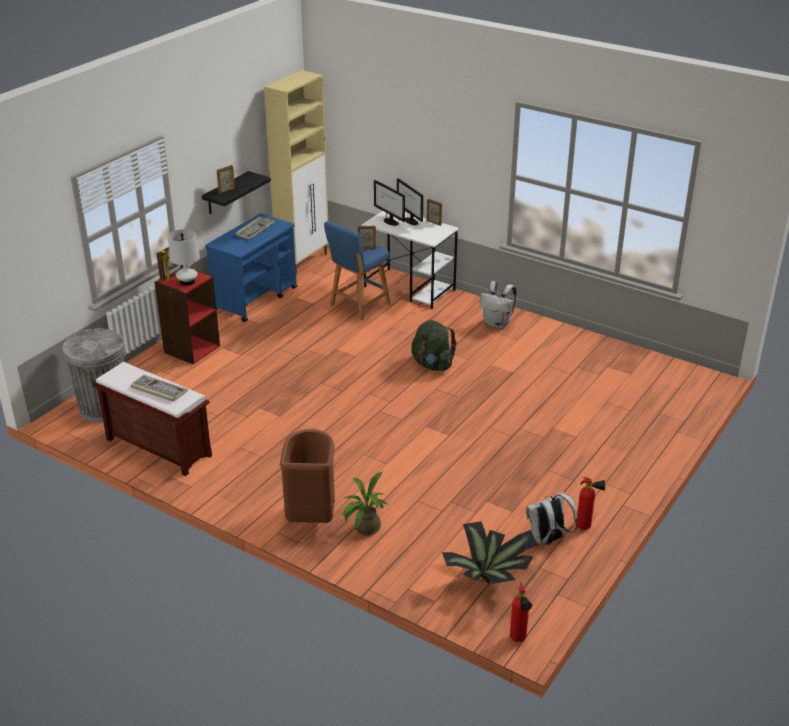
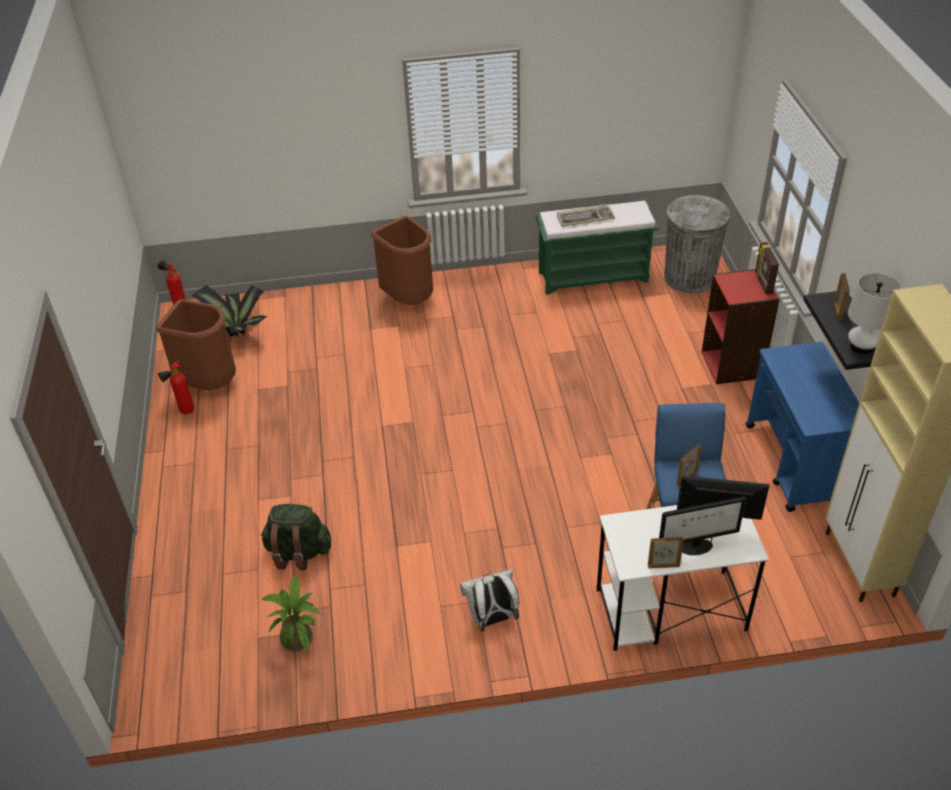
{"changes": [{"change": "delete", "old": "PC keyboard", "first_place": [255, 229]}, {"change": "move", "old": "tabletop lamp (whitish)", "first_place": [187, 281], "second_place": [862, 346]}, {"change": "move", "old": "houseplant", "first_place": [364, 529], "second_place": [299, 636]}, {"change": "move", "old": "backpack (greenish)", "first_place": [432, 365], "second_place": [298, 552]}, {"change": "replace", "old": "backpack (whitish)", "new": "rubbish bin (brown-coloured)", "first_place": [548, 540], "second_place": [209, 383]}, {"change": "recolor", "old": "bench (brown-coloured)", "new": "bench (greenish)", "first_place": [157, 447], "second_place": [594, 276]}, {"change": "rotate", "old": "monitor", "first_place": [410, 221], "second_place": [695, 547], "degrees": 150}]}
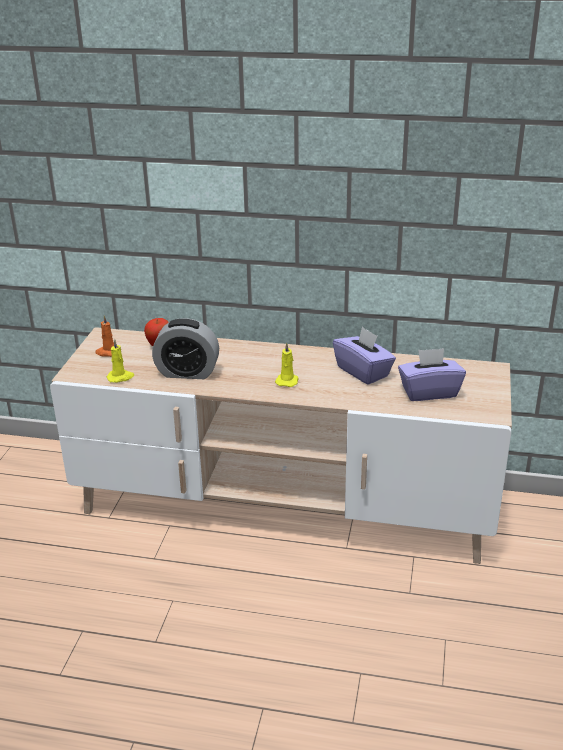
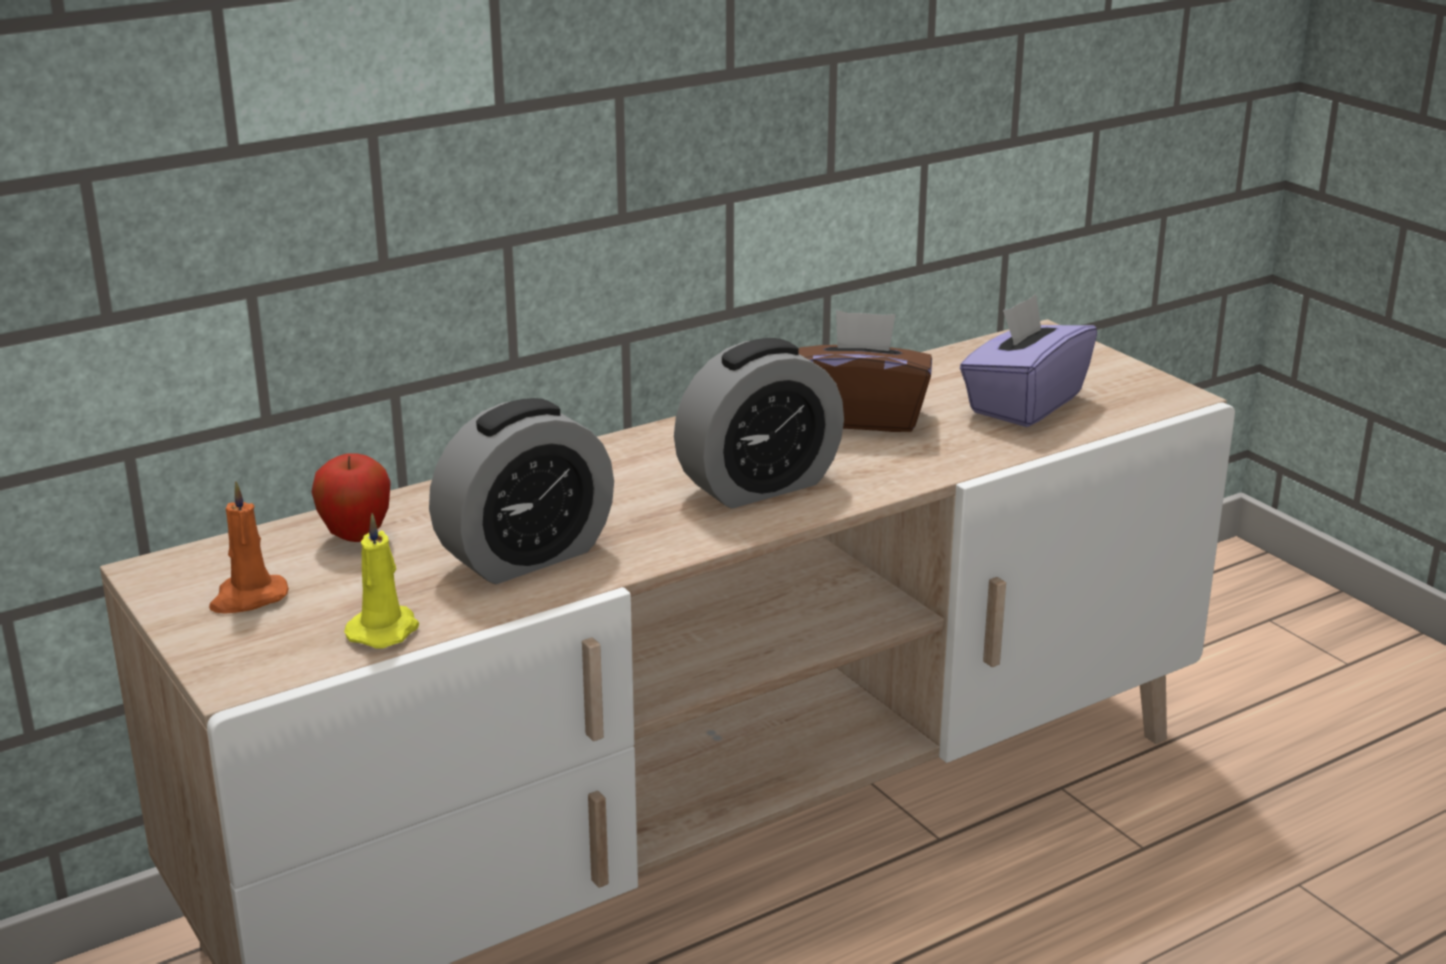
{"changes": [{"change": "replace", "old": "wax candle (yellowish)", "new": "alarm clock", "first_place": [287, 381], "second_place": [759, 485]}, {"change": "recolor", "old": "tissue holder (purple-coloured)", "new": "tissue holder (brown-coloured)", "first_place": [363, 371], "second_place": [860, 417]}]}
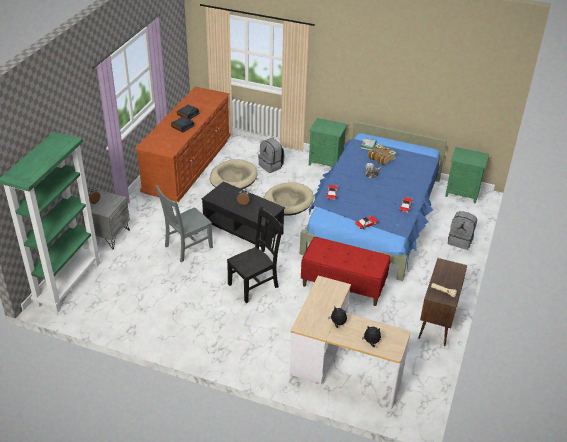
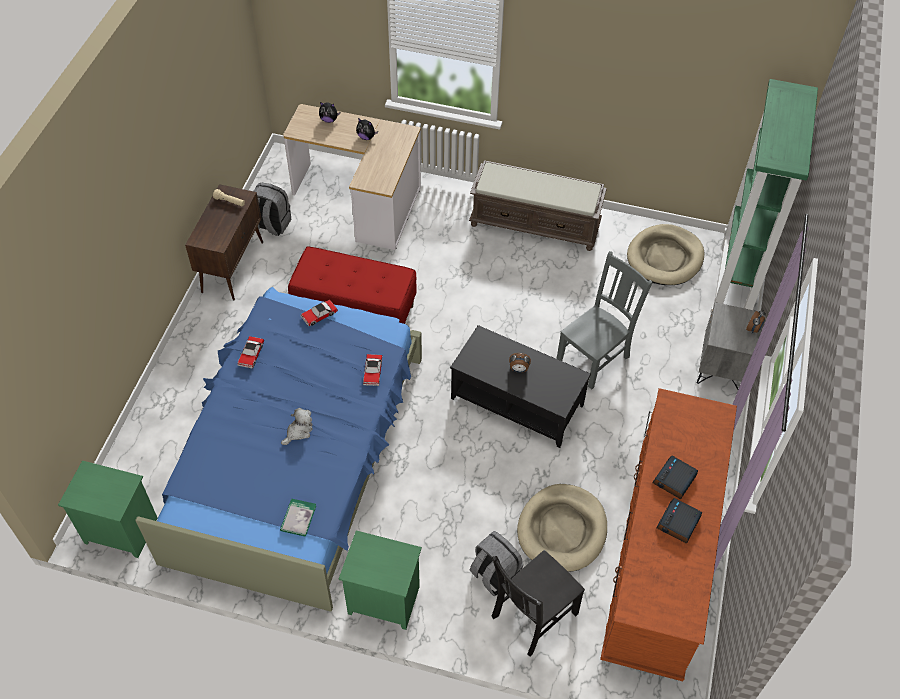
{"changes": [{"change": "delete", "old": "book", "first_place": [381, 158]}, {"change": "insert", "new": "bench (brown-coloured)", "second_place": [535, 224]}, {"change": "move", "old": "chair (blackish)", "first_place": [254, 285], "second_place": [532, 616]}, {"change": "move", "old": "pet bed (beige)", "first_place": [287, 201], "second_place": [665, 257]}, {"change": "move", "old": "backpack (grey)", "first_place": [460, 241], "second_place": [271, 225]}]}
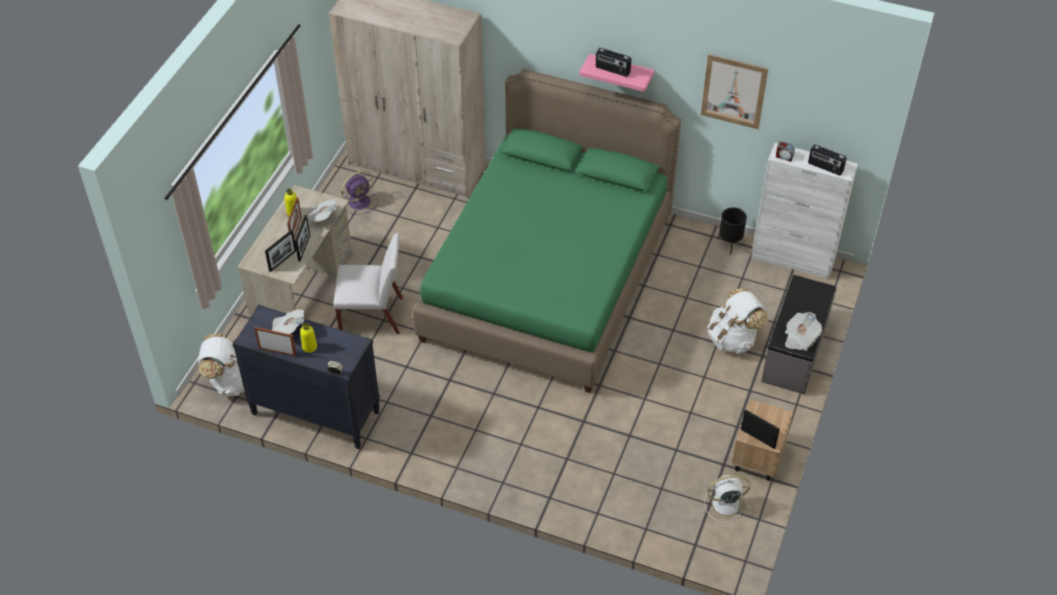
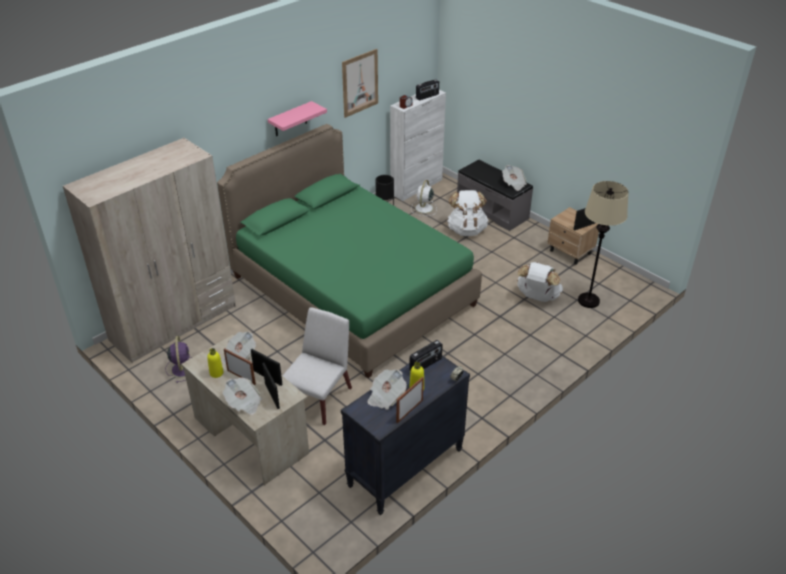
{"changes": [{"change": "insert", "new": "newspaper", "second_place": [244, 403]}, {"change": "insert", "new": "floor lamp (beige)", "second_place": [588, 301]}, {"change": "move", "old": "backpack (whitish)", "first_place": [231, 381], "second_place": [537, 297]}, {"change": "move", "old": "radio receiver", "first_place": [612, 70], "second_place": [426, 365]}, {"change": "move", "old": "electric fan (whitish)", "first_place": [724, 504], "second_place": [423, 208]}]}
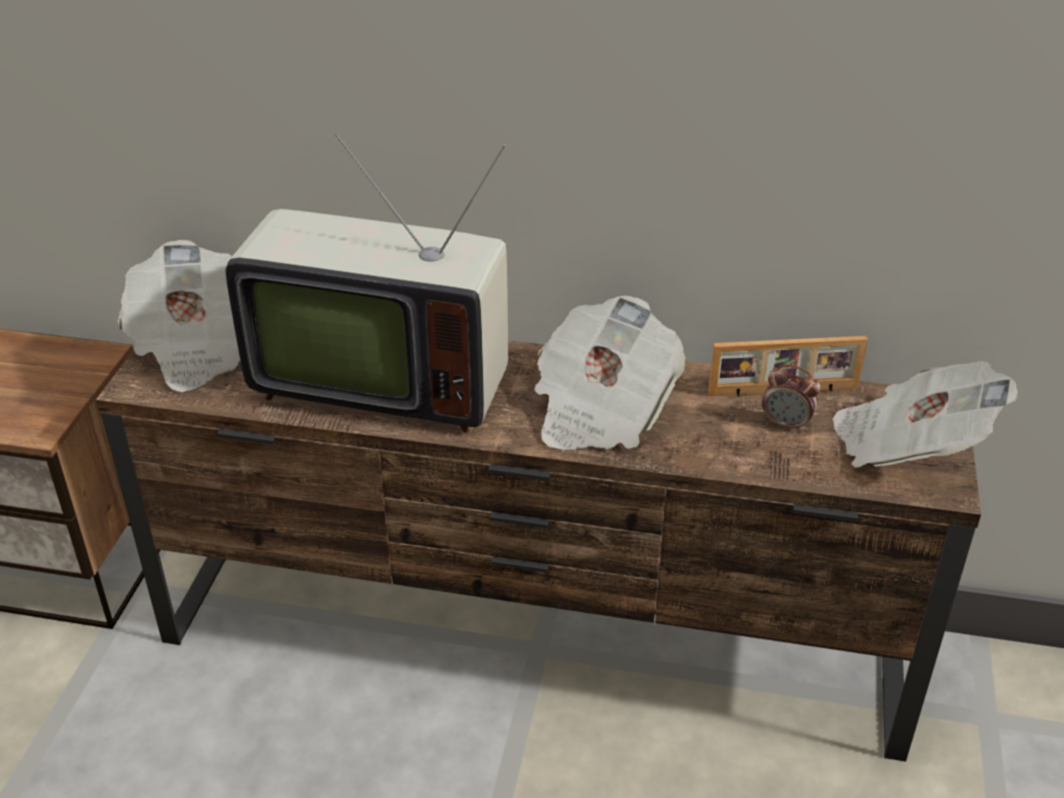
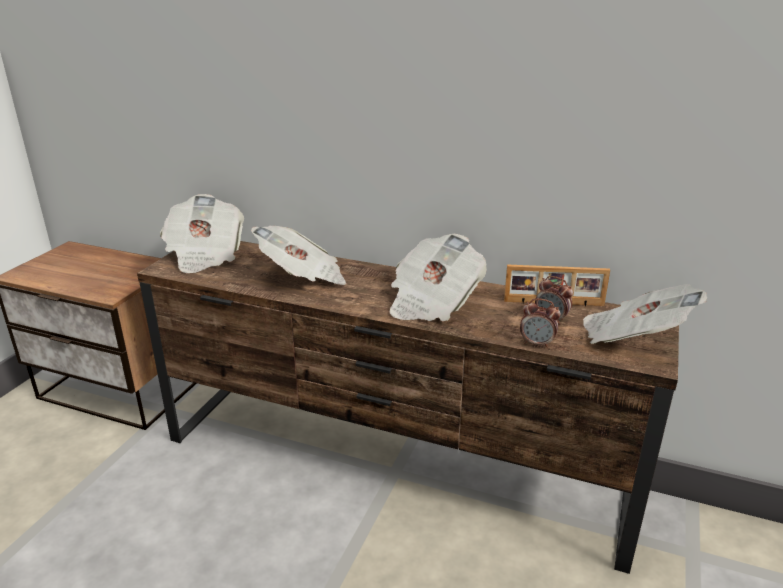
{"changes": [{"change": "insert", "new": "alarm clock", "second_place": [537, 343]}, {"change": "replace", "old": "television", "new": "newspaper", "first_place": [380, 380], "second_place": [303, 277]}]}
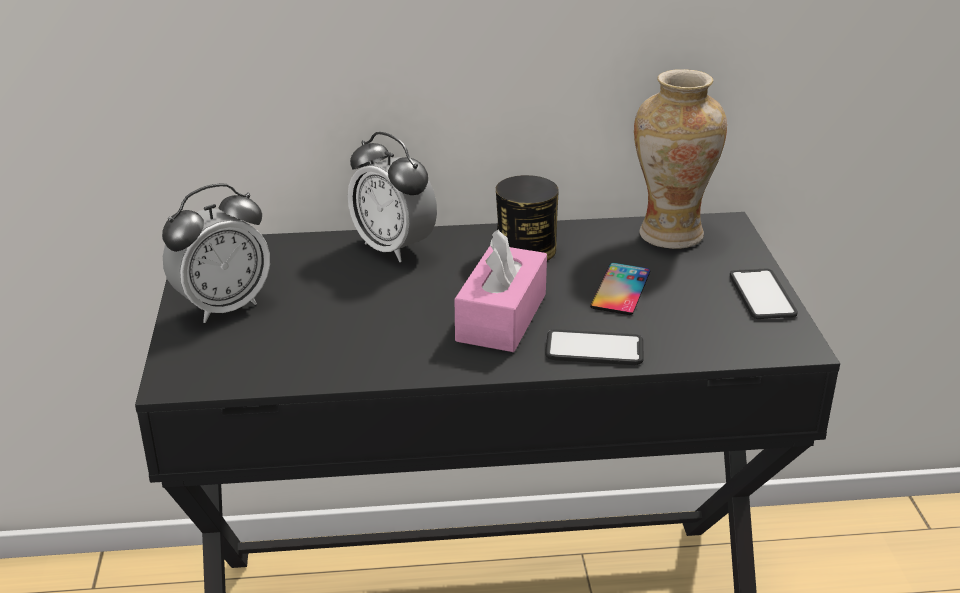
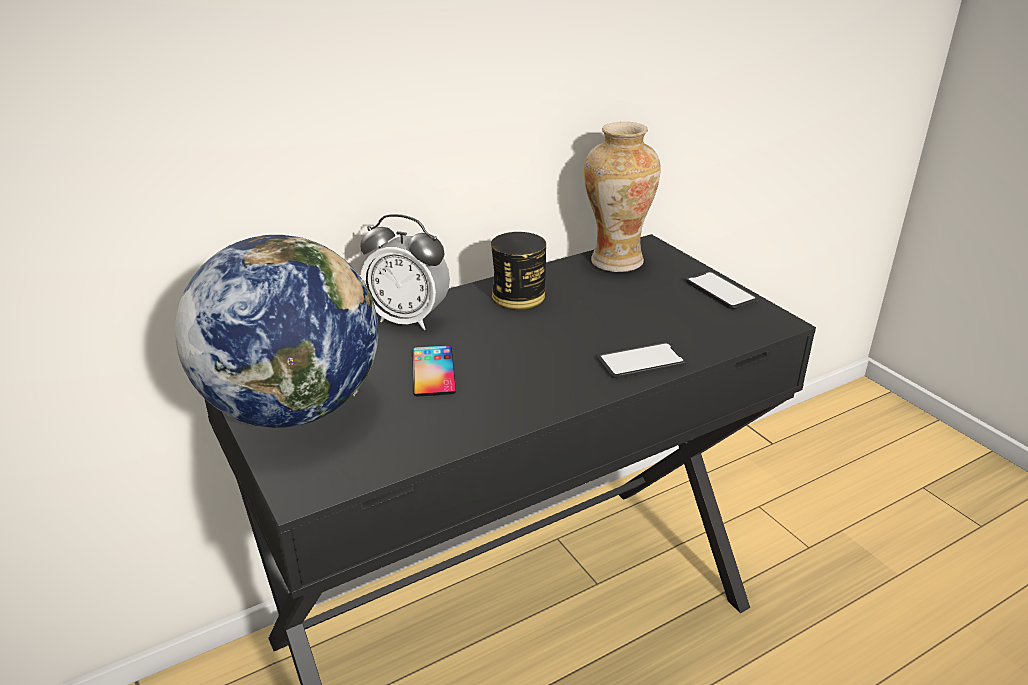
{"changes": [{"change": "delete", "old": "tissue holder (pink)", "first_place": [501, 317]}, {"change": "move", "old": "phone", "first_place": [620, 289], "second_place": [433, 371]}, {"change": "replace", "old": "alarm clock", "new": "world globe", "first_place": [223, 306], "second_place": [293, 408]}]}
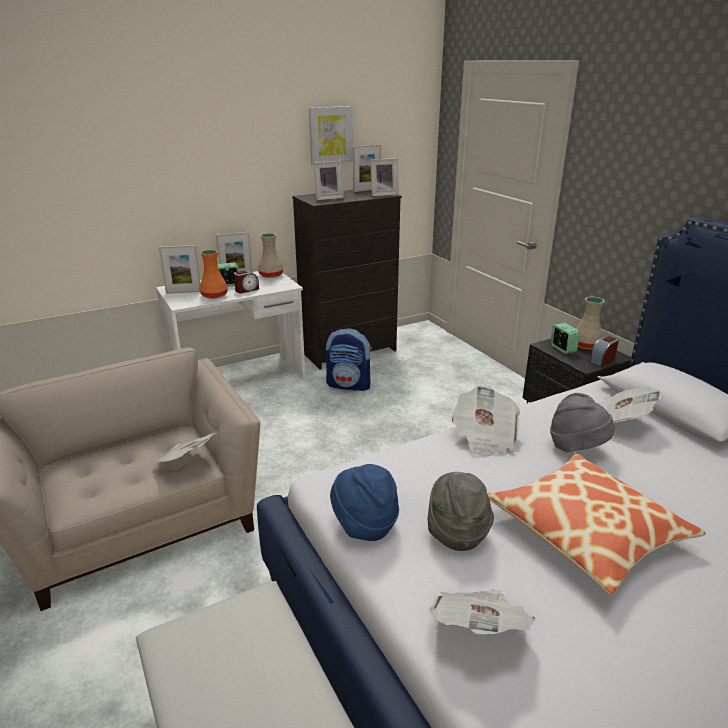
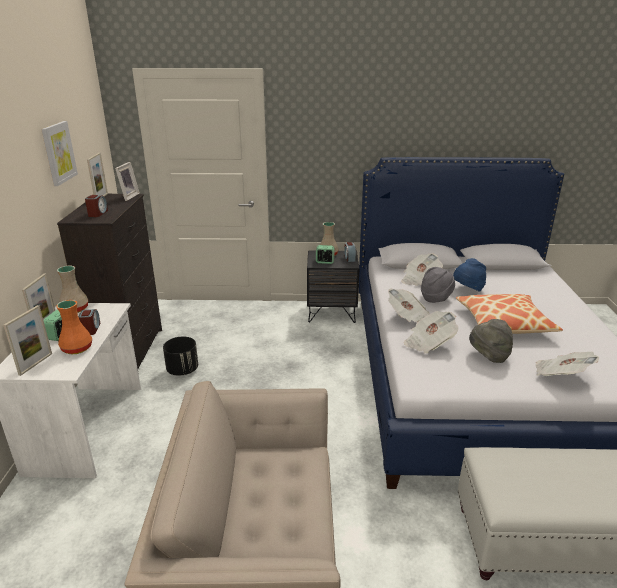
{"changes": [{"change": "move", "old": "newspaper", "first_place": [187, 462], "second_place": [428, 343]}, {"change": "move", "old": "clothing hat (blue-coloured)", "first_place": [364, 524], "second_place": [467, 290]}, {"change": "replace", "old": "standing frame", "new": "alarm clock", "first_place": [328, 198], "second_place": [98, 213]}, {"change": "replace", "old": "backpack", "new": "plant pot (blackish)", "first_place": [349, 385], "second_place": [182, 370]}]}
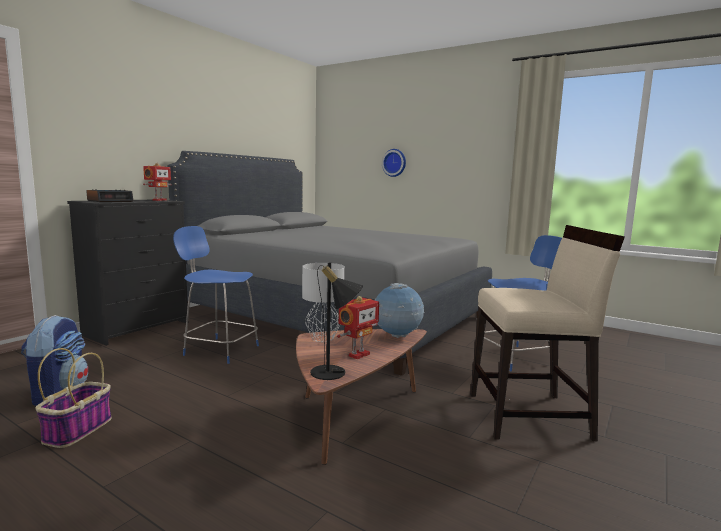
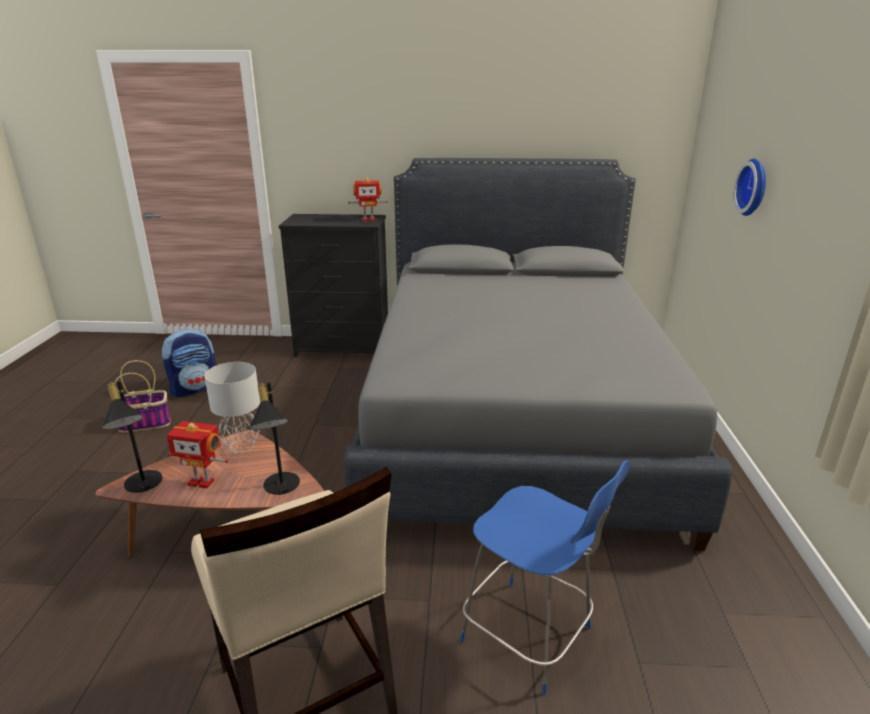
{"changes": [{"change": "delete", "old": "alarm clock", "first_place": [110, 201]}, {"change": "delete", "old": "chair (blue-coloured)", "first_place": [219, 350]}, {"change": "replace", "old": "world globe", "new": "tabletop lamp (blackish)", "first_place": [397, 336], "second_place": [280, 488]}]}
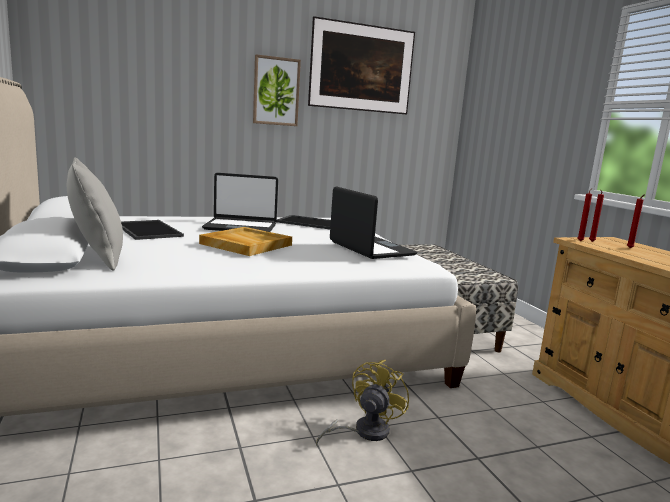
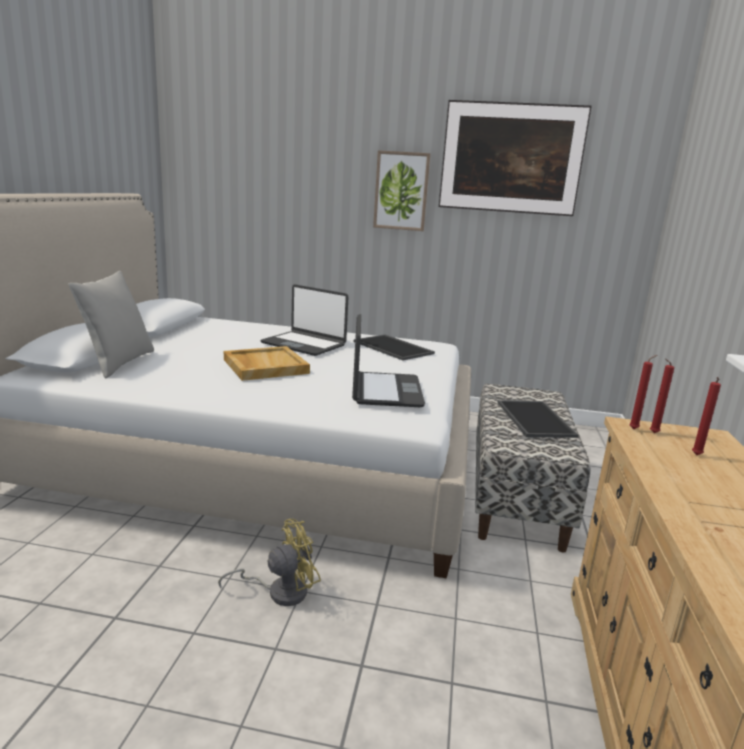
{"changes": [{"change": "move", "old": "serving tray", "first_place": [146, 230], "second_place": [533, 418]}]}
